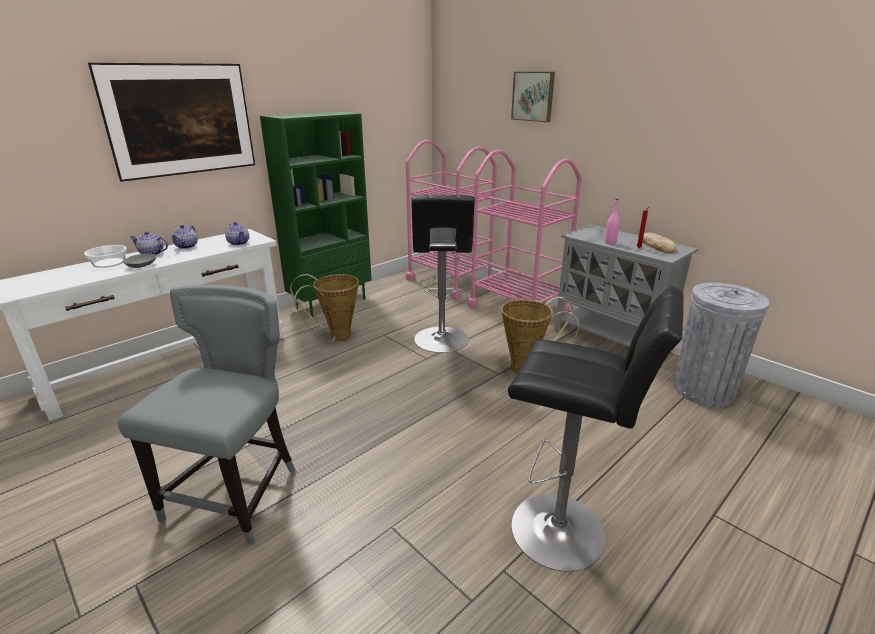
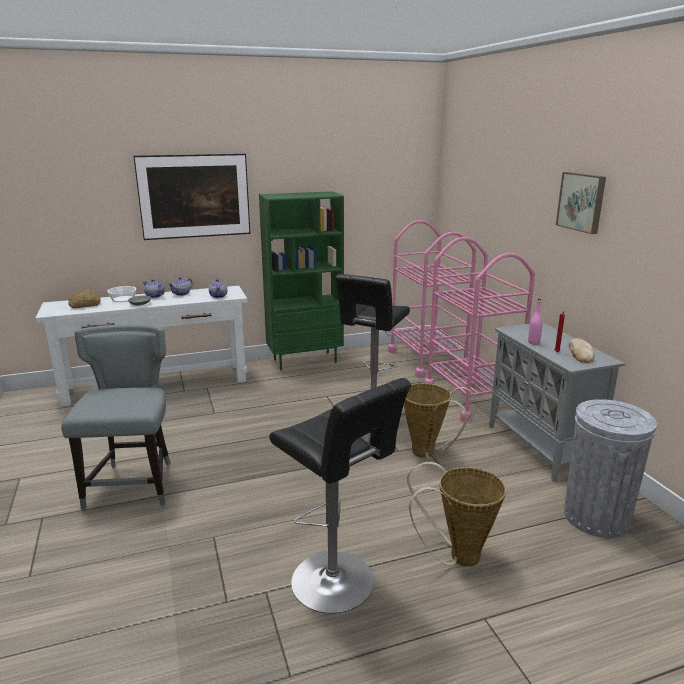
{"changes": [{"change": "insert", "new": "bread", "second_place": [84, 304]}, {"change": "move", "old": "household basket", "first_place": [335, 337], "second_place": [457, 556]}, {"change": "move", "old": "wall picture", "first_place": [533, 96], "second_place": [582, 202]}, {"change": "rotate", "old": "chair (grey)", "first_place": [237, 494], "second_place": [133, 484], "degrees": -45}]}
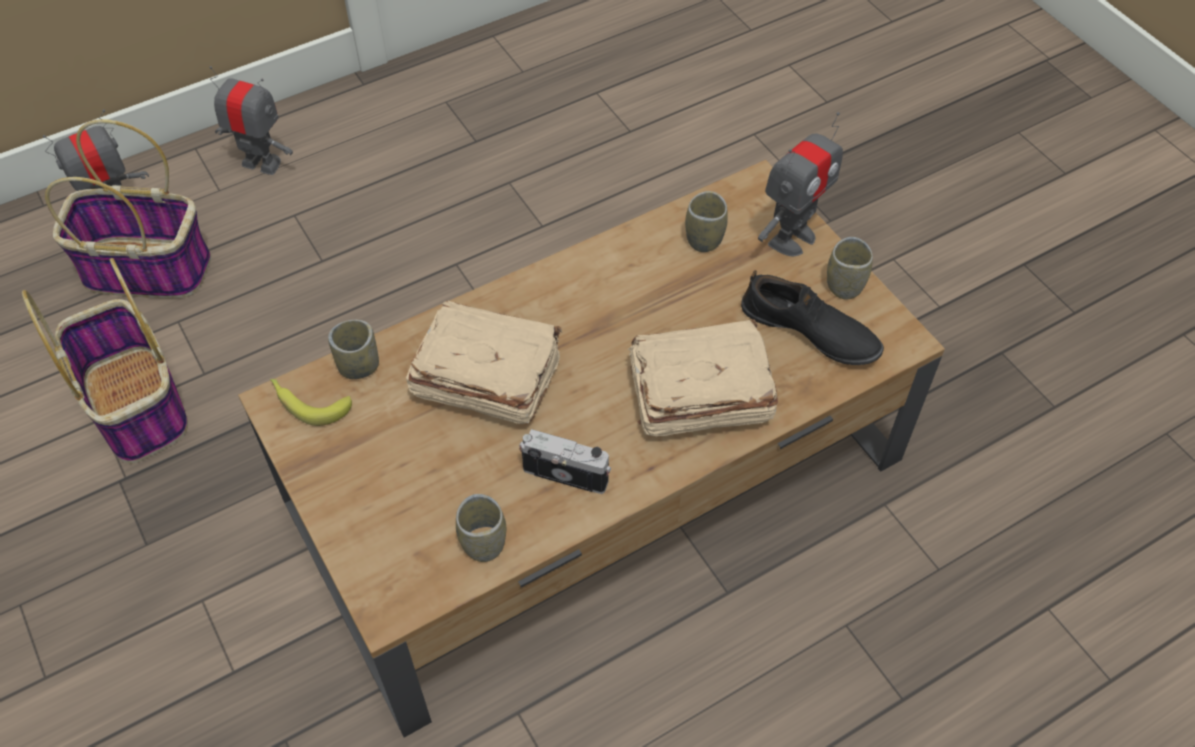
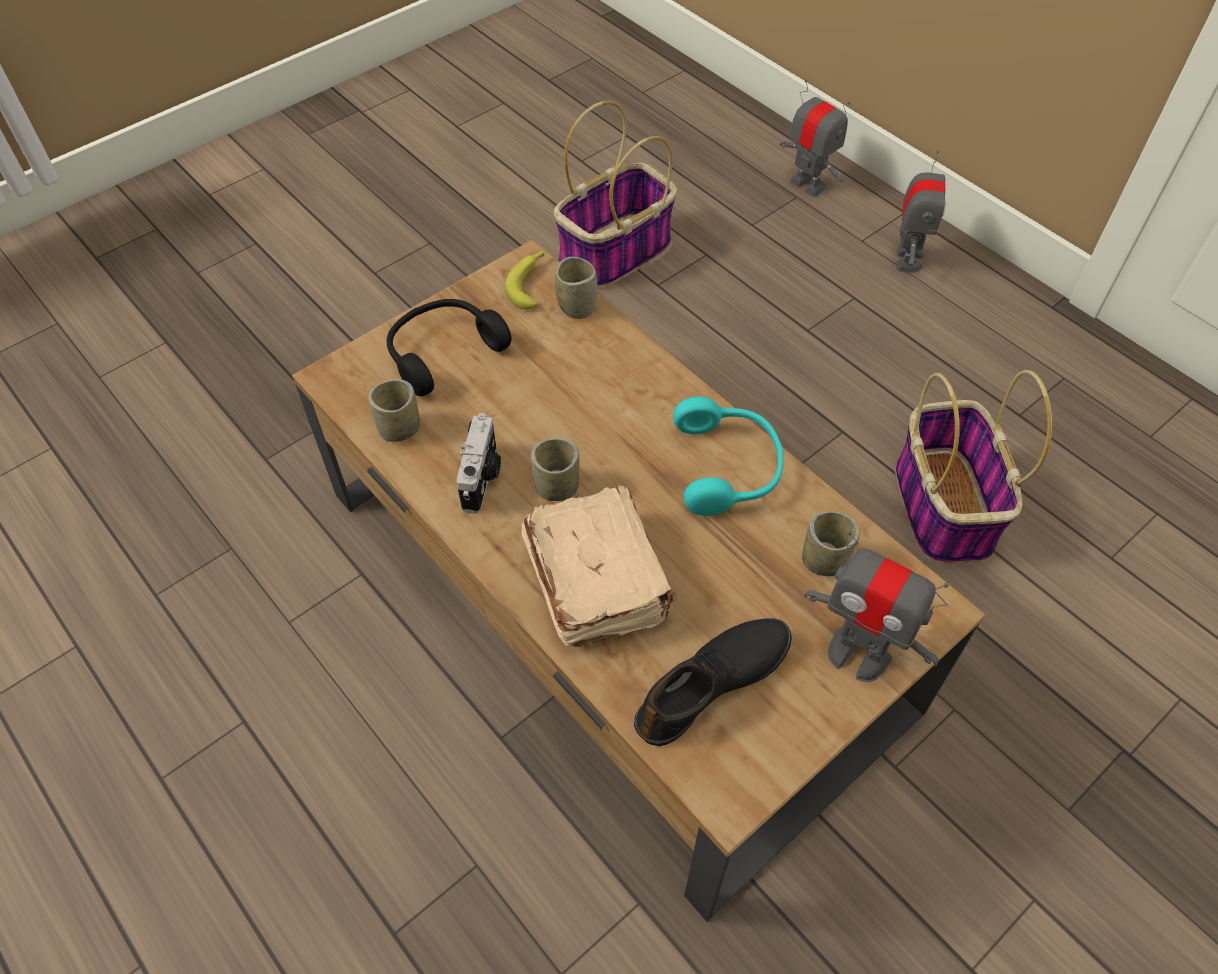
{"changes": [{"change": "delete", "old": "book (beige)", "first_place": [485, 377]}, {"change": "insert", "new": "pair of headphones (blackish)", "second_place": [443, 352]}, {"change": "insert", "new": "pair of headphones (turquoise-coloured)", "second_place": [728, 467]}, {"change": "move", "old": "household basket", "first_place": [144, 270], "second_place": [941, 505]}, {"change": "move", "old": "cup", "first_place": [844, 285], "second_place": [557, 487]}, {"change": "rotate", "old": "shoe (blackish)", "first_place": [809, 332], "second_place": [713, 685], "degrees": -150}]}
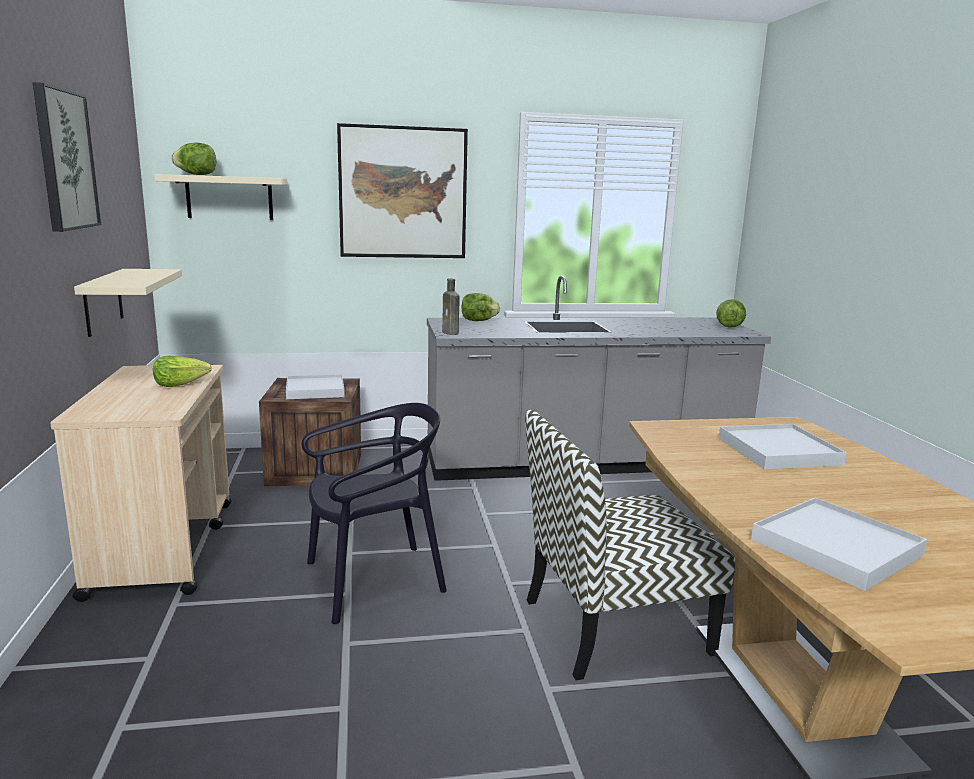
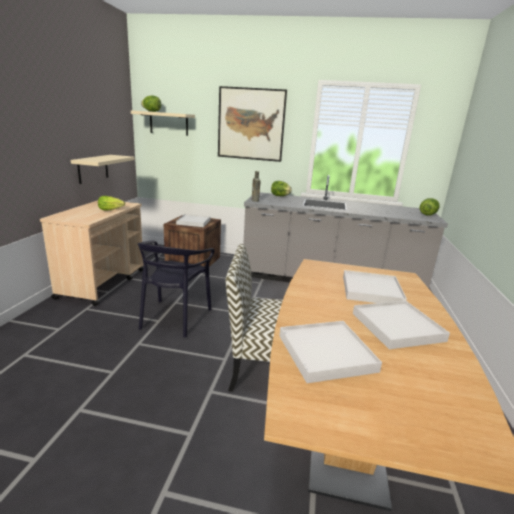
{"changes": [{"change": "delete", "old": "wall picture", "first_place": [65, 160]}, {"change": "insert", "new": "serving tray (whitish)", "second_place": [397, 327]}, {"change": "rotate", "old": "chair (blackish)", "first_place": [373, 580], "second_place": [174, 317], "degrees": 105}]}
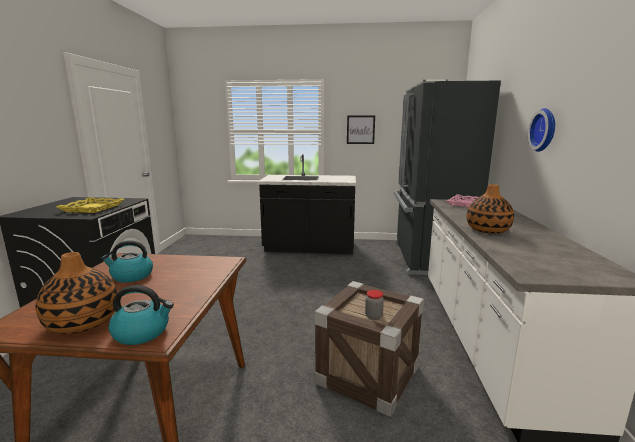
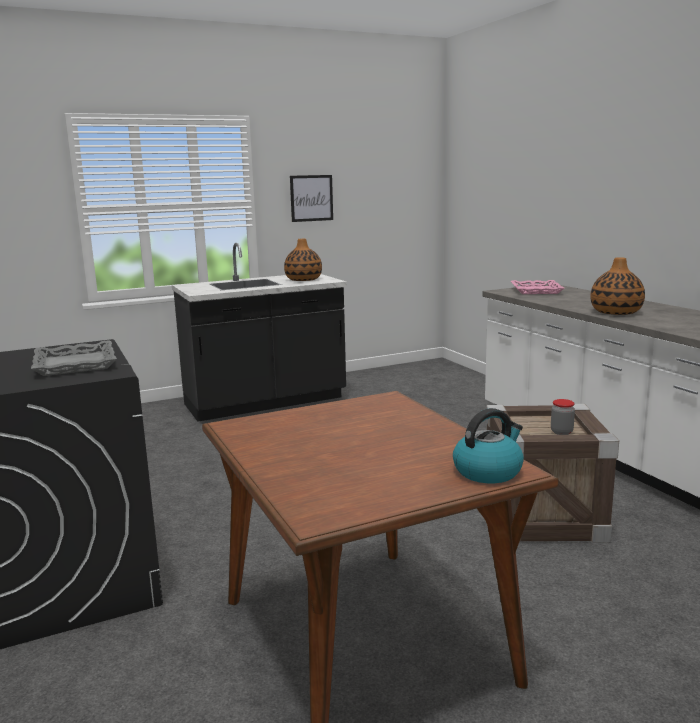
{"changes": [{"change": "delete", "old": "kettle", "first_place": [131, 276]}, {"change": "delete", "old": "kitchen fridge (blackish)", "first_place": [428, 258]}, {"change": "delete", "old": "hanging clock", "first_place": [545, 130]}, {"change": "move", "old": "vase", "first_place": [83, 322], "second_place": [303, 280]}, {"change": "recolor", "old": "serving tray (yellowish)", "new": "serving tray (grey)", "first_place": [92, 208], "second_place": [74, 364]}]}
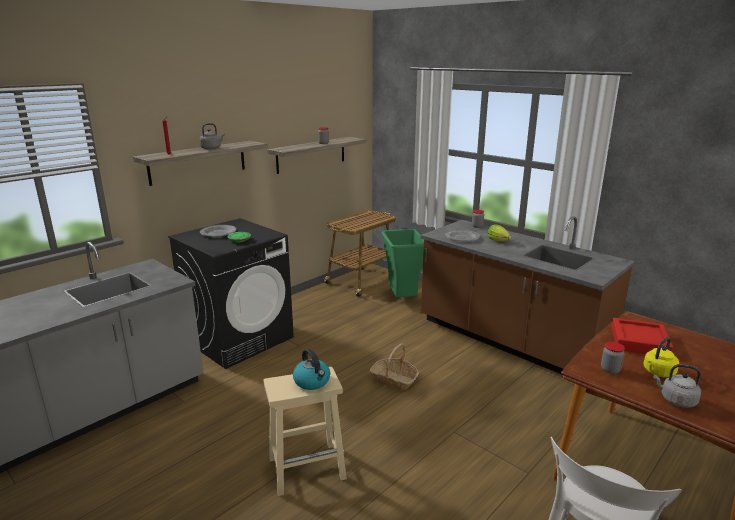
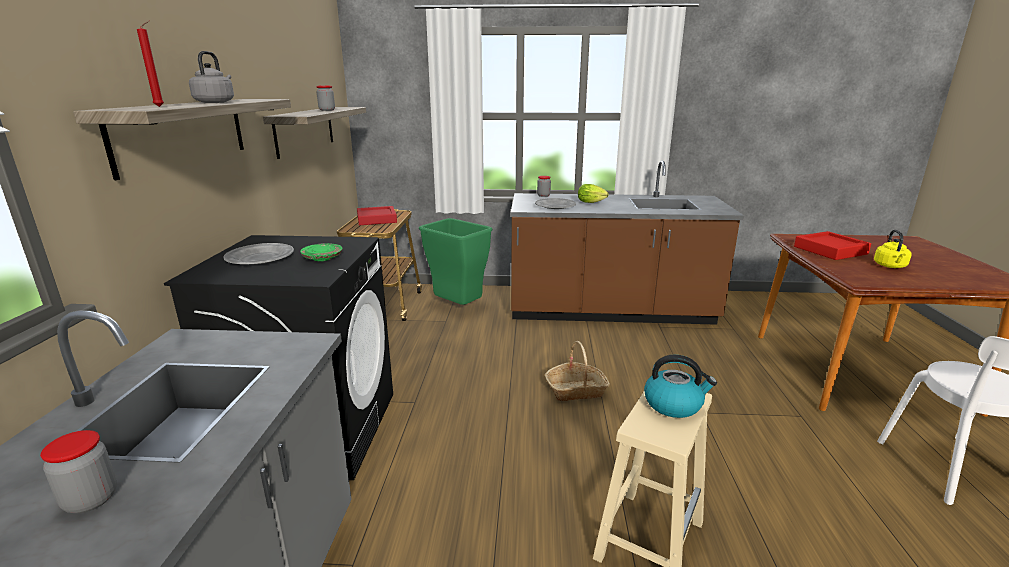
{"changes": [{"change": "delete", "old": "kettle (grey)", "first_place": [676, 400]}, {"change": "insert", "new": "serving tray (reddish)", "second_place": [377, 219]}, {"change": "move", "old": "storage jar", "first_place": [610, 370], "second_place": [91, 499]}]}
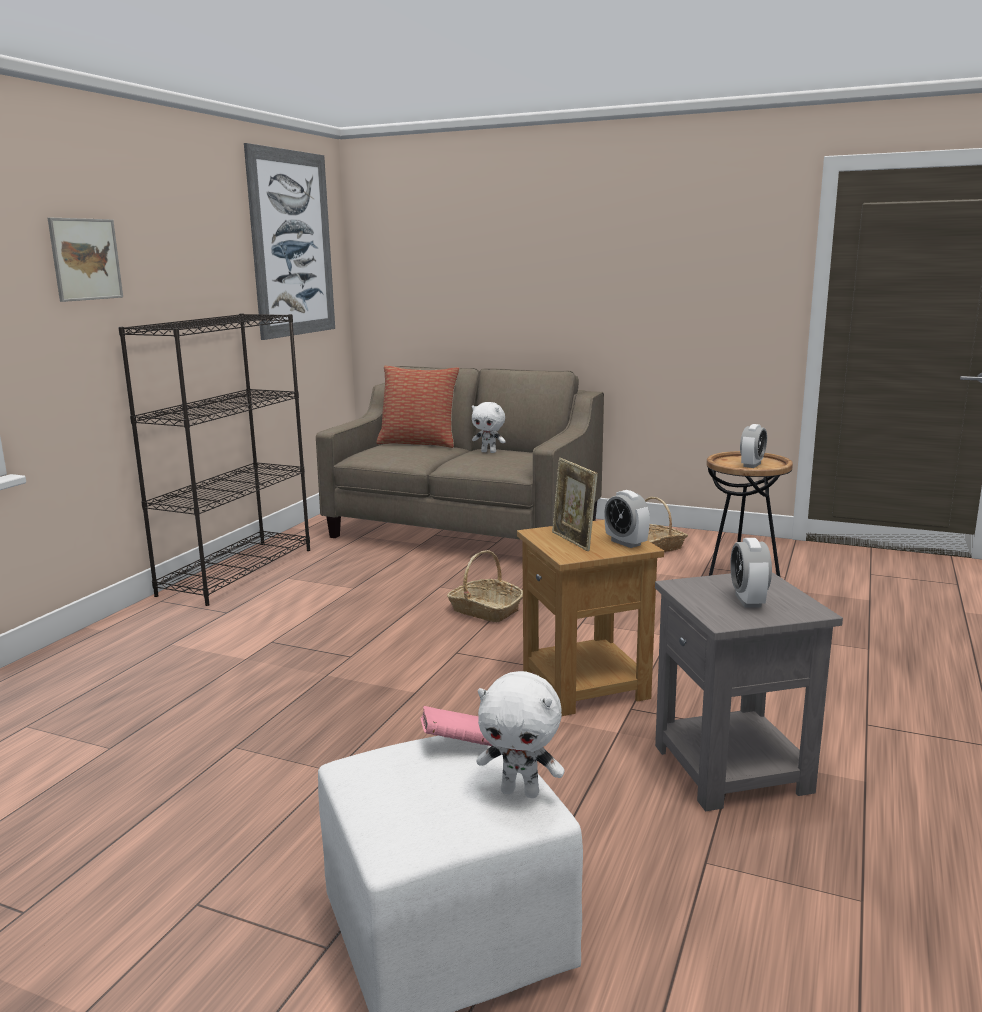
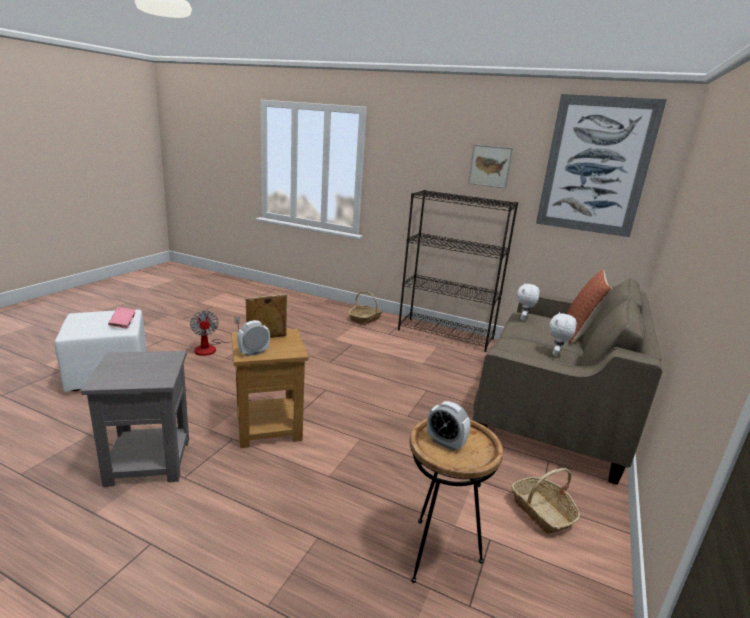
{"changes": [{"change": "delete", "old": "alarm clock", "first_place": [748, 600]}, {"change": "insert", "new": "electric fan", "second_place": [211, 348]}, {"change": "move", "old": "wall picture", "first_place": [85, 259], "second_place": [490, 166]}, {"change": "move", "old": "household basket", "first_place": [485, 610], "second_place": [365, 319]}, {"change": "move", "old": "cuddly toy (whitish)", "first_place": [521, 791], "second_place": [523, 319]}]}
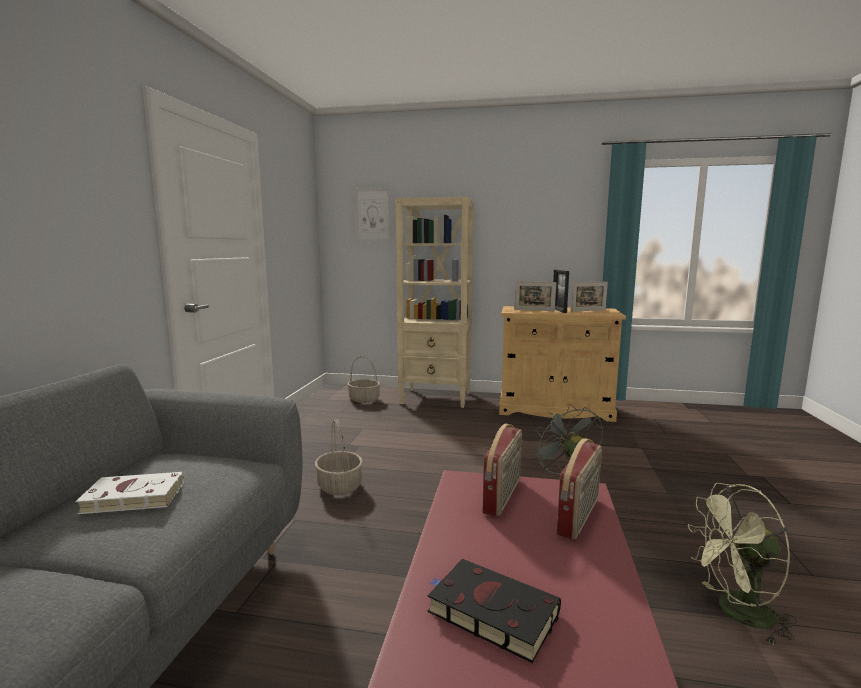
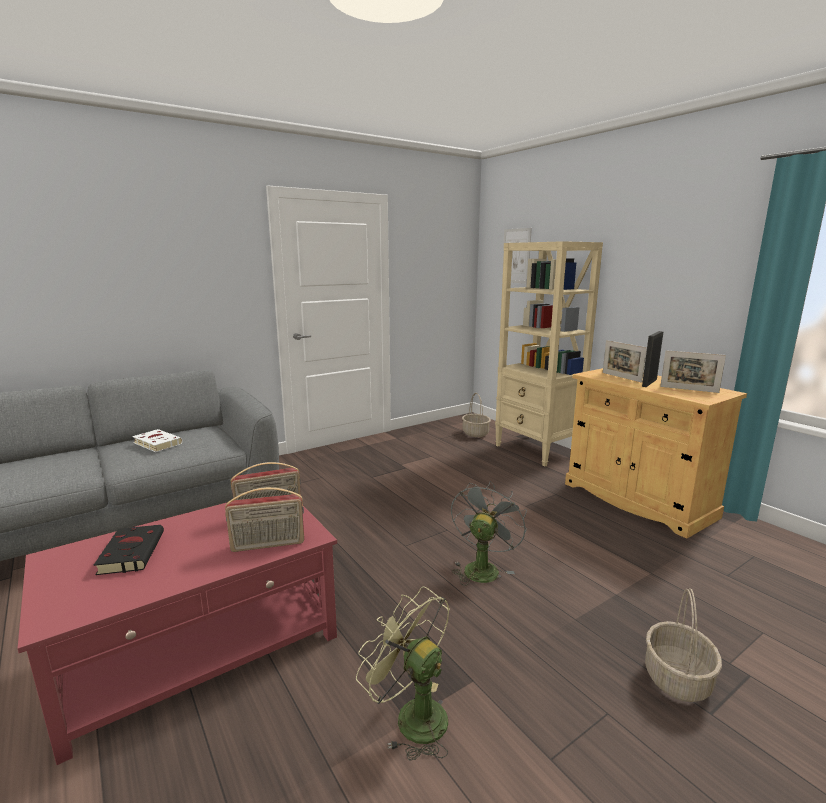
{"changes": [{"change": "move", "old": "household basket", "first_place": [340, 486], "second_place": [678, 679]}]}
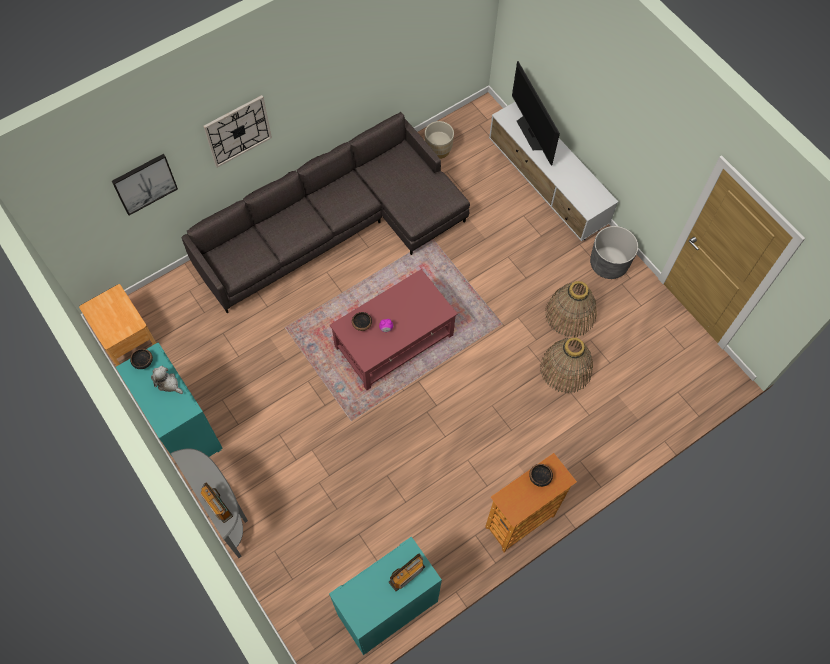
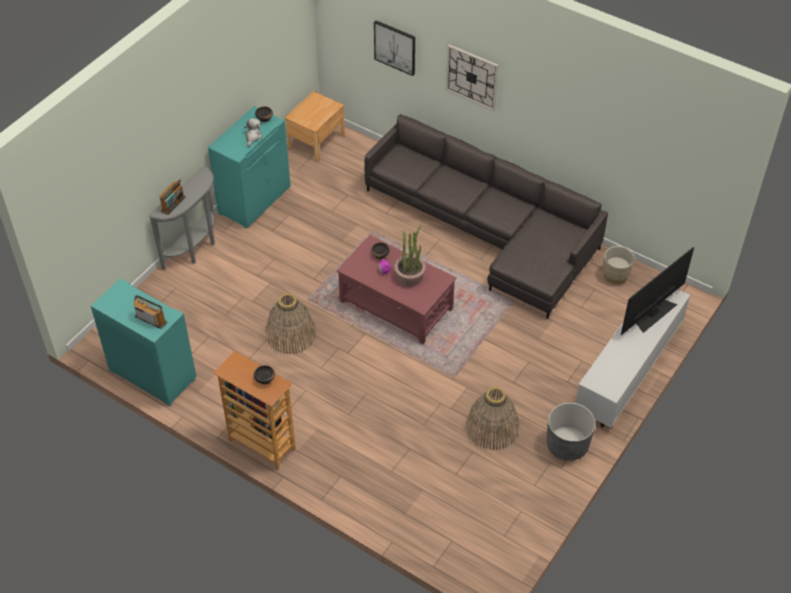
{"changes": [{"change": "insert", "new": "houseplant", "second_place": [410, 276]}, {"change": "move", "old": "household basket", "first_place": [566, 369], "second_place": [290, 334]}]}
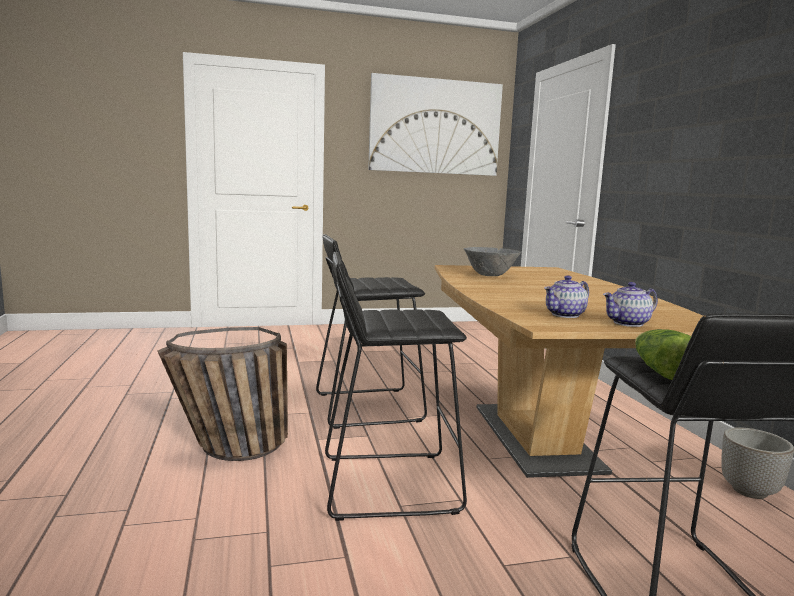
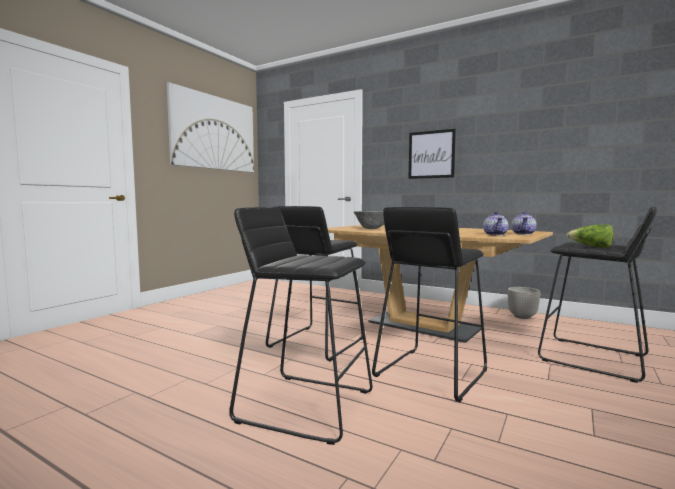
{"changes": [{"change": "insert", "new": "wall picture", "second_place": [431, 154]}, {"change": "replace", "old": "household basket", "new": "sitting stool (blackish)", "first_place": [227, 451], "second_place": [305, 405]}]}
